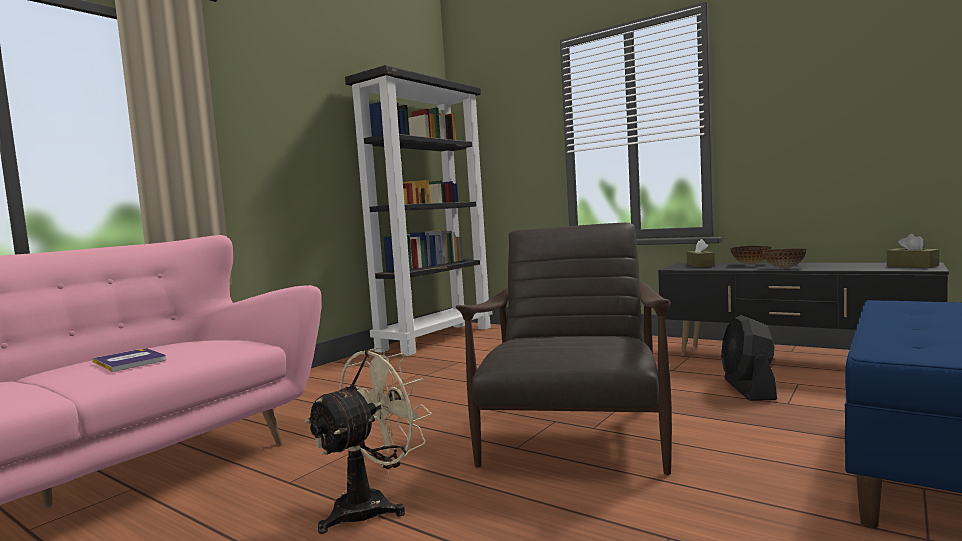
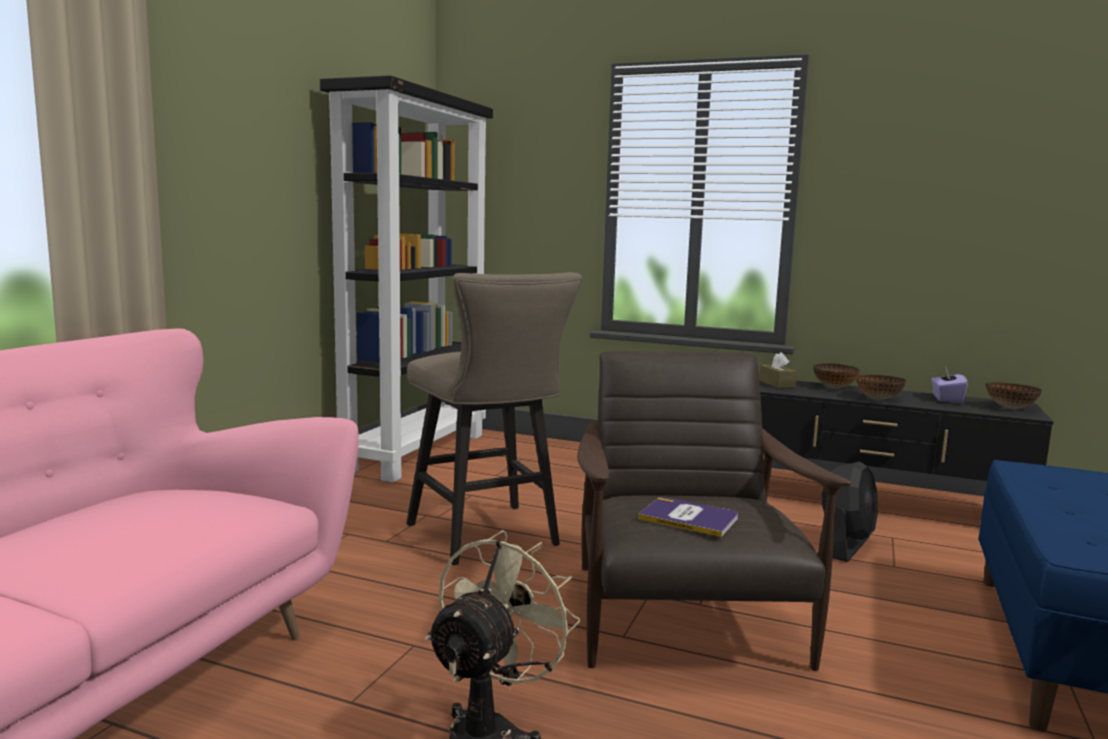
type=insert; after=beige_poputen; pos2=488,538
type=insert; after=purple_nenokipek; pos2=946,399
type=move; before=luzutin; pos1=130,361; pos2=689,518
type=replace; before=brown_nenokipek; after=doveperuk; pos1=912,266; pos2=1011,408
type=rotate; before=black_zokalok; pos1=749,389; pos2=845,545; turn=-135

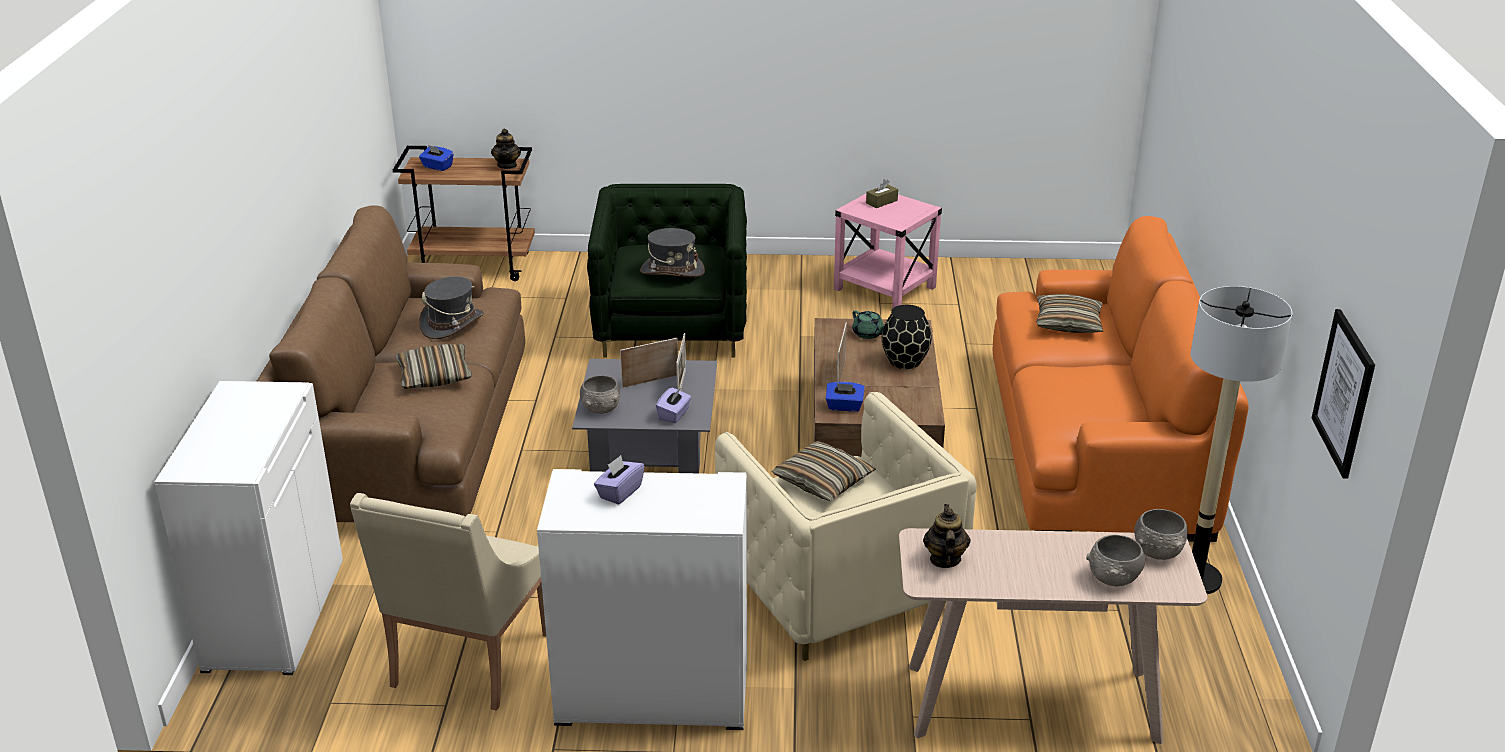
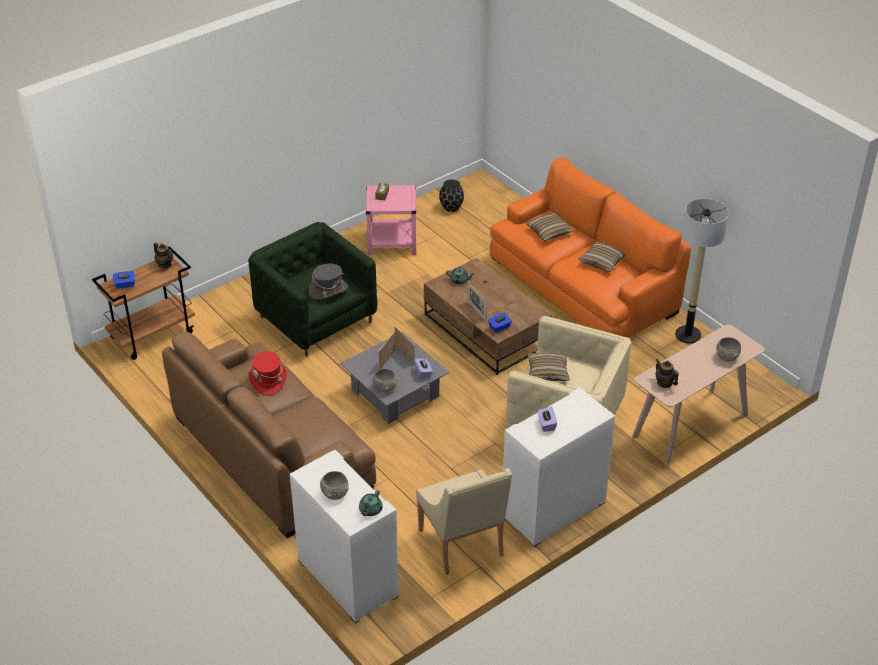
type=delete; before=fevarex; pos1=1344,393
type=insert; after=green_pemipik; pos2=370,510
type=move; before=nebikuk; pos1=434,376; pos2=602,261
type=move; before=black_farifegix; pos1=905,361; pos2=451,207
type=move; before=grey_doveperuk; pos1=1158,551; pos2=335,493
type=recolor; before=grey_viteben; after=red_viteben; pos1=452,324; pos2=268,380

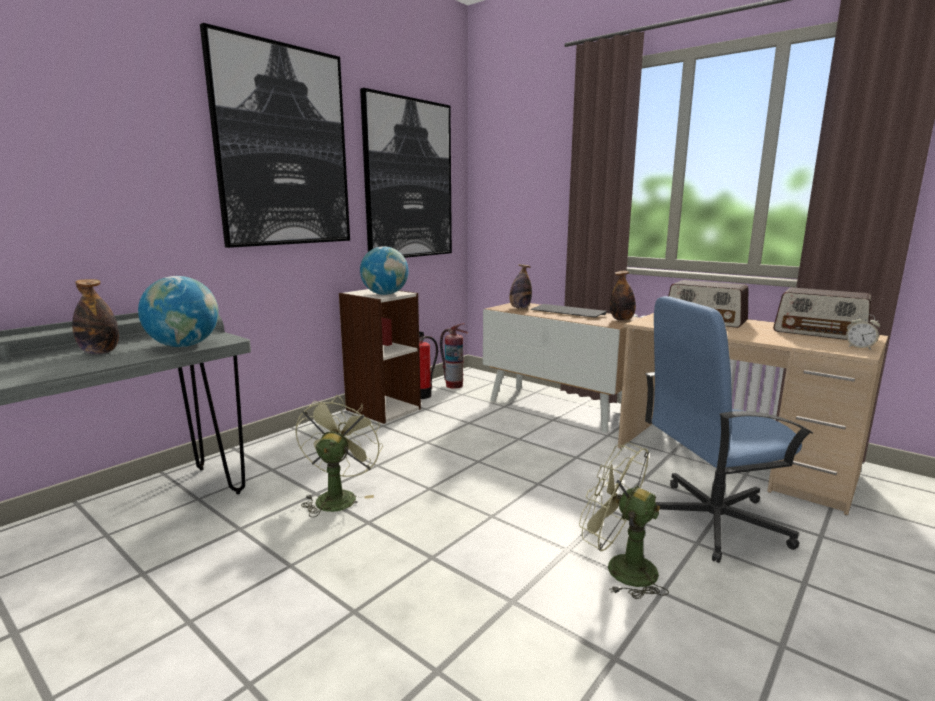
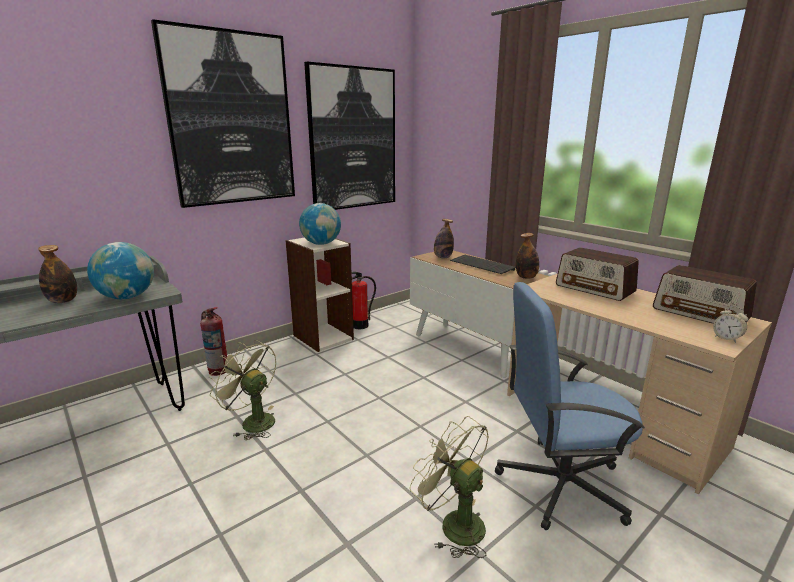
type=move; before=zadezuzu; pos1=454,385; pos2=218,370
type=rotate; before=green_zokalok; pos1=338,496; pos2=252,421; turn=-75

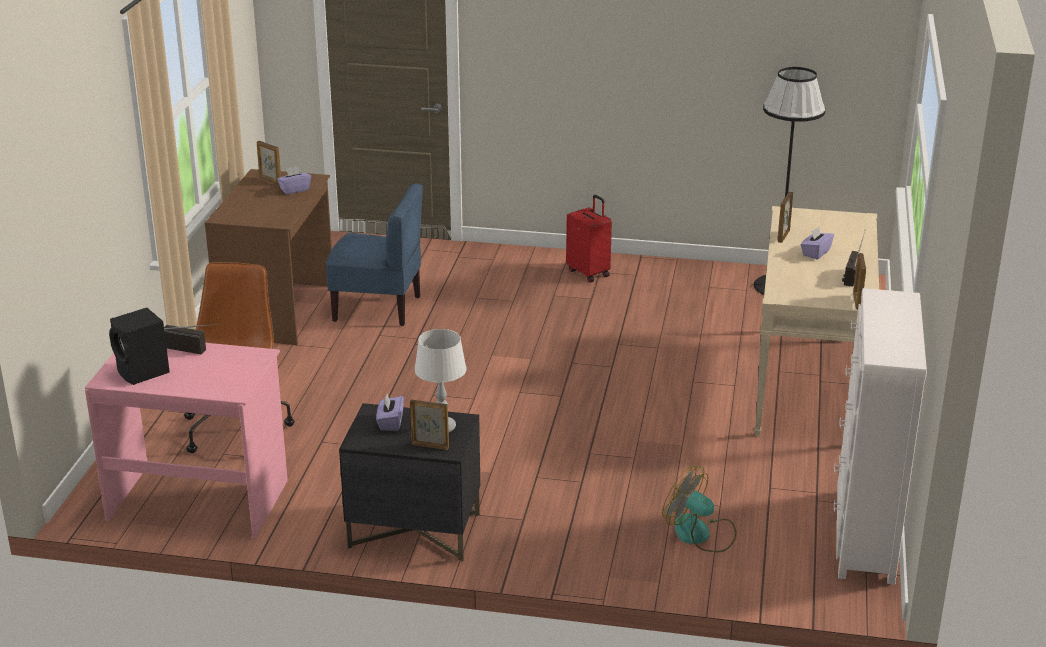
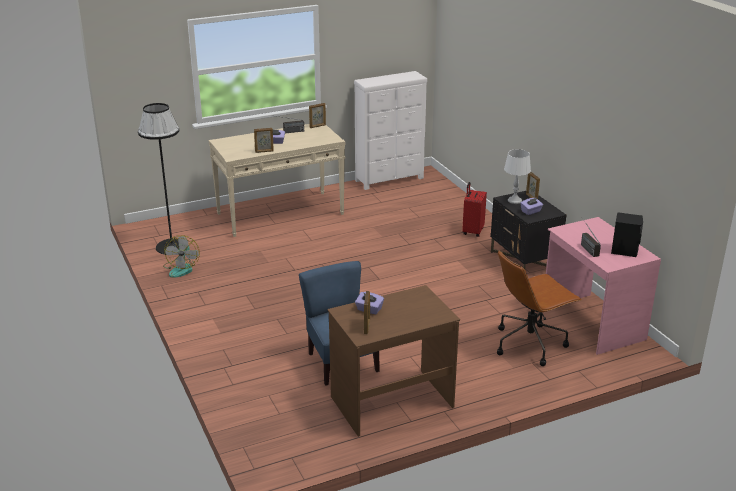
type=move; before=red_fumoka; pos1=589,273; pos2=472,231
type=move; before=zokalok; pos1=700,534; pos2=182,268

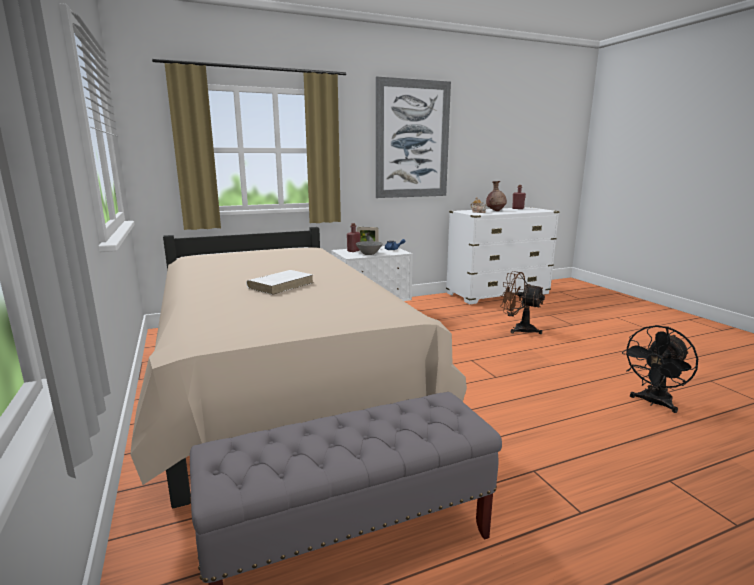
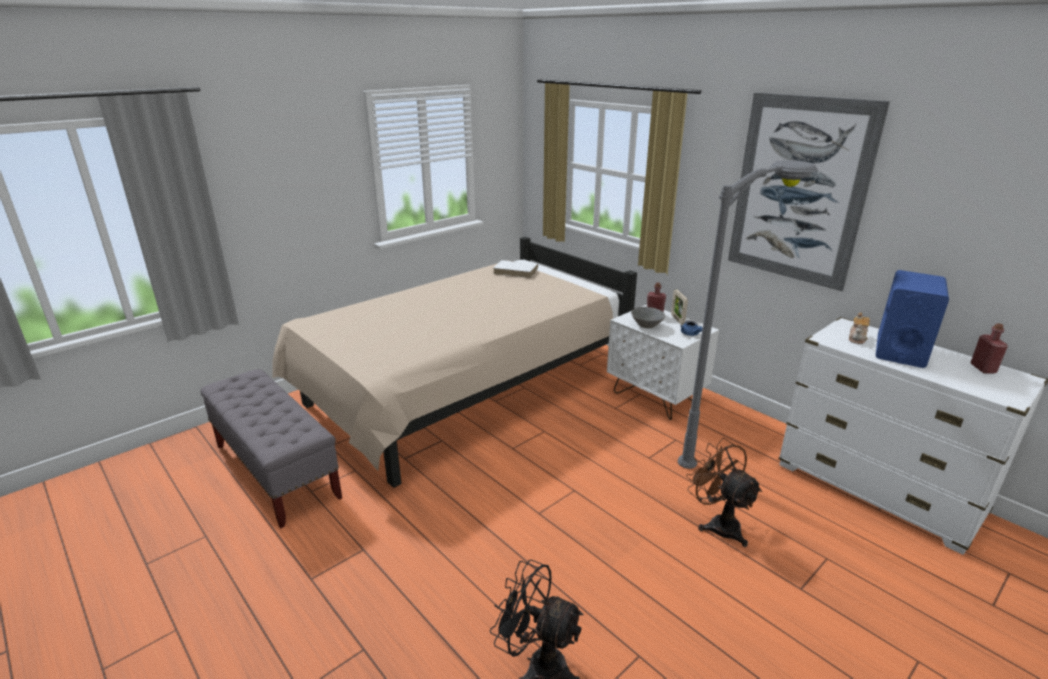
type=insert; after=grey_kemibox; pos2=727,443
type=move; before=white_luzutin; pos1=281,285; pos2=516,271
type=replace; before=brown_farifegix; after=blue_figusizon; pos1=495,211; pos2=900,351
type=rotate; before=brown_zokalok; pos1=518,329; pos2=718,524; turn=-45

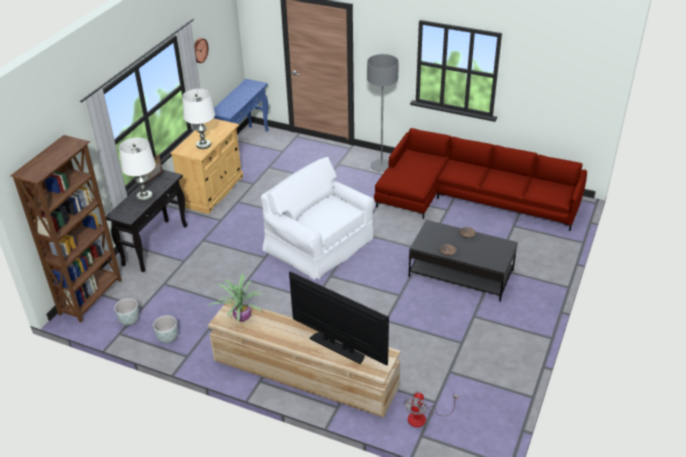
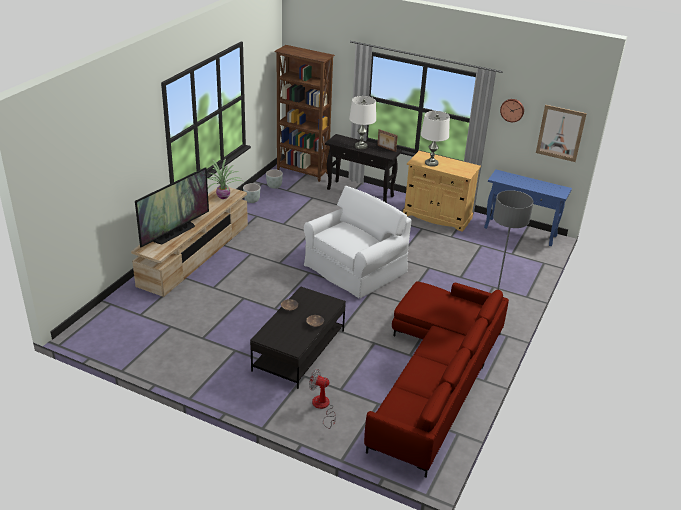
type=insert; after=fevarex; pos2=560,133
type=move; before=zokalok; pos1=423,417; pos2=322,407

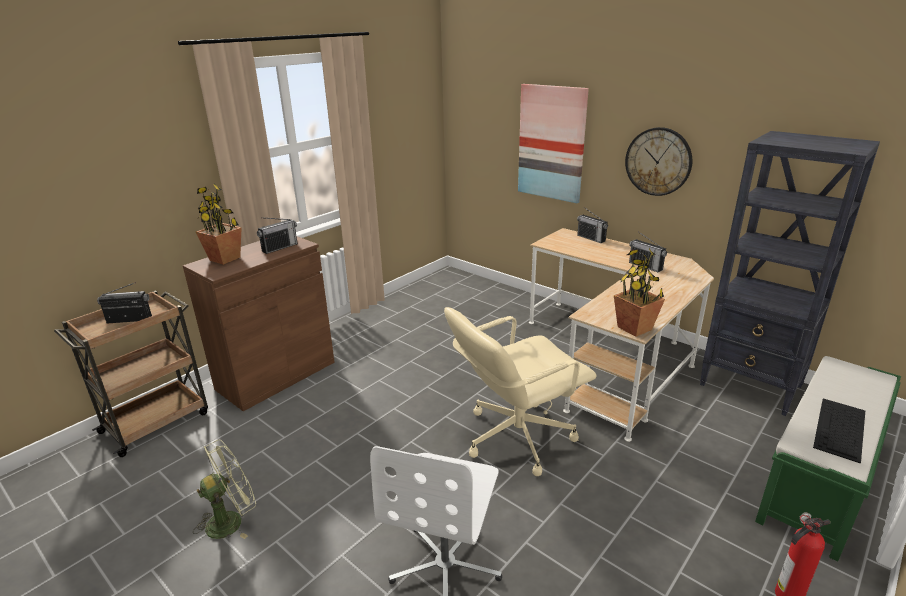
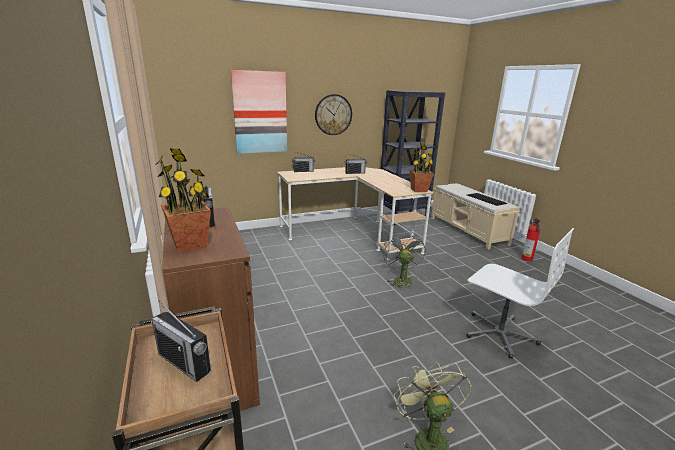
type=replace; before=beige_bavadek; after=grey_zokalok; pos1=516,436; pos2=401,279
type=recolor; before=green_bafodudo; after=beige_bafodudo; pos1=819,480; pos2=468,231
type=rotate; before=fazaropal; pos1=129,320; pos2=184,363; turn=-75

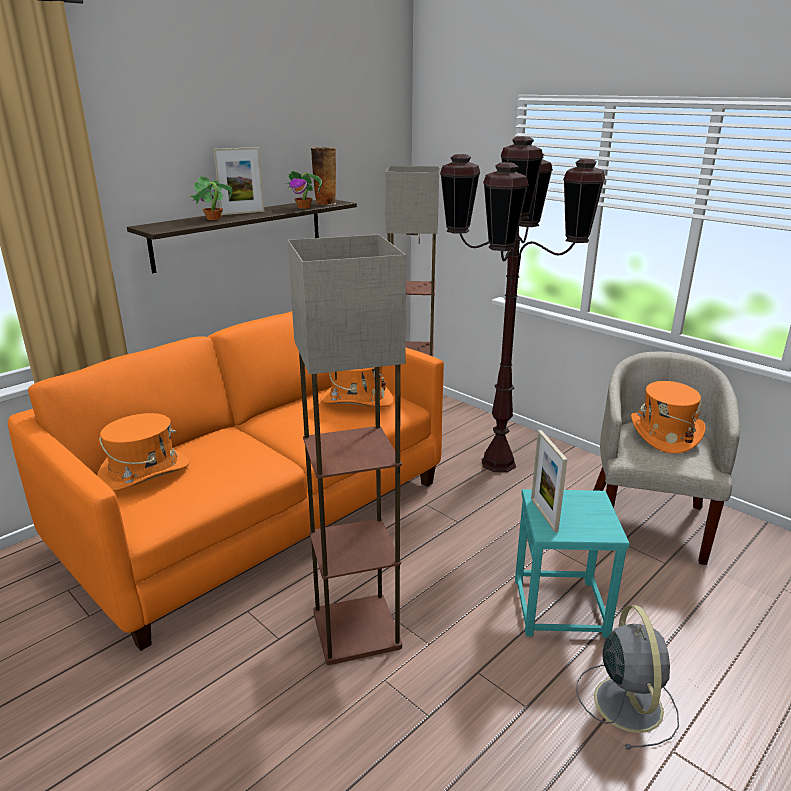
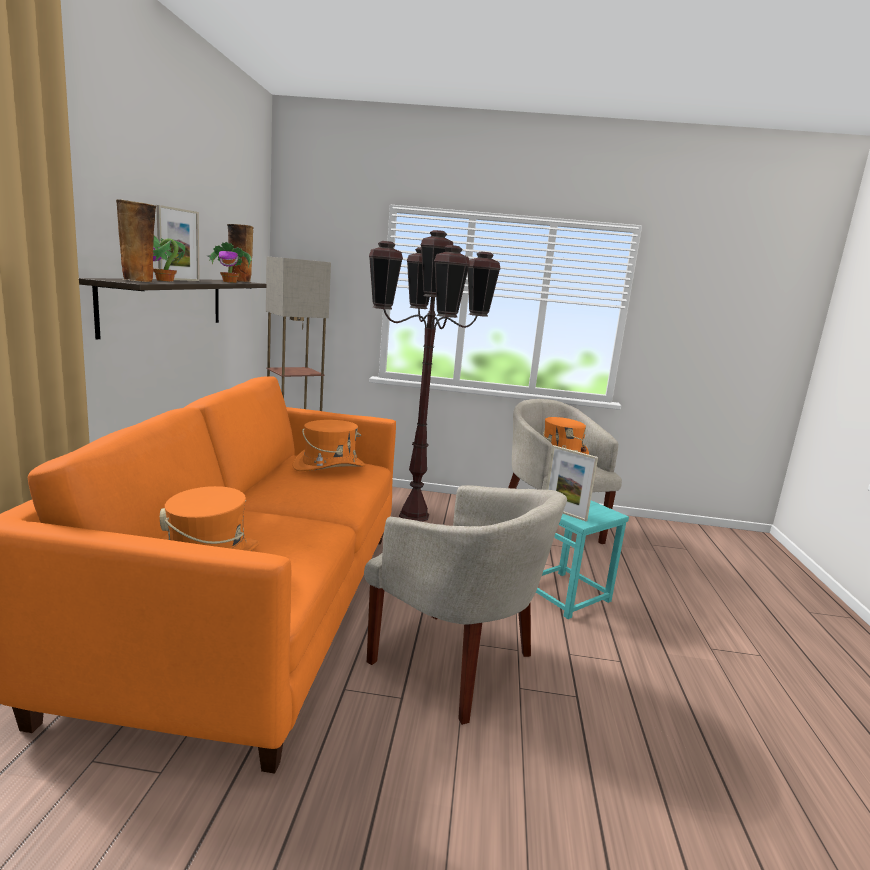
type=delete; before=grey_zokalok; pos1=627,701
type=insert; after=farifegix; pos2=139,281
type=replace; before=kemibox; after=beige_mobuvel; pos1=355,631; pos2=456,664

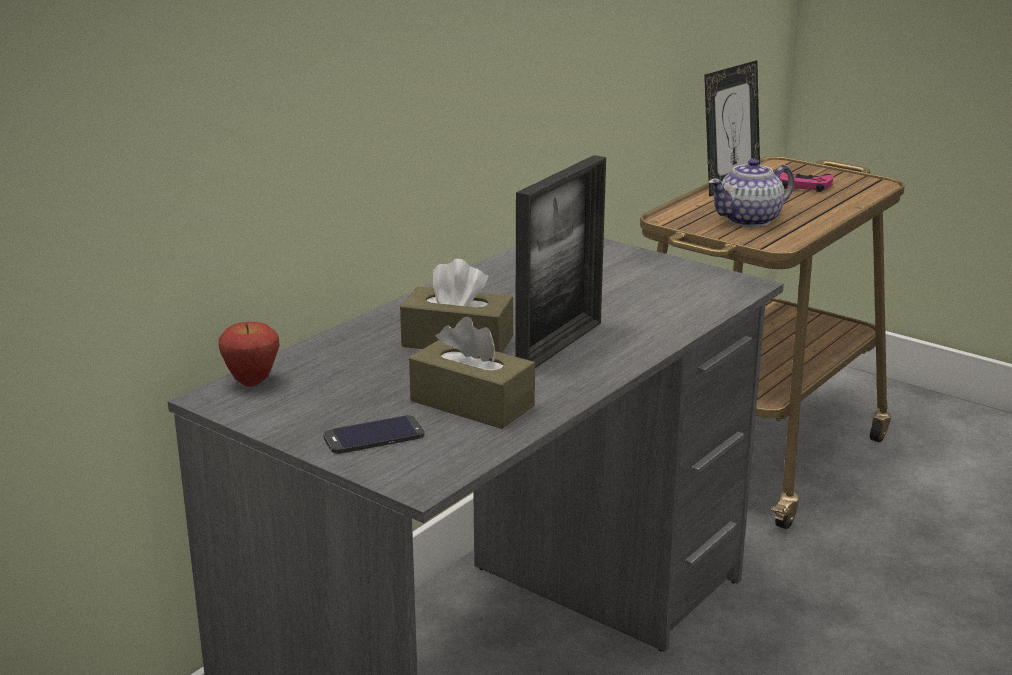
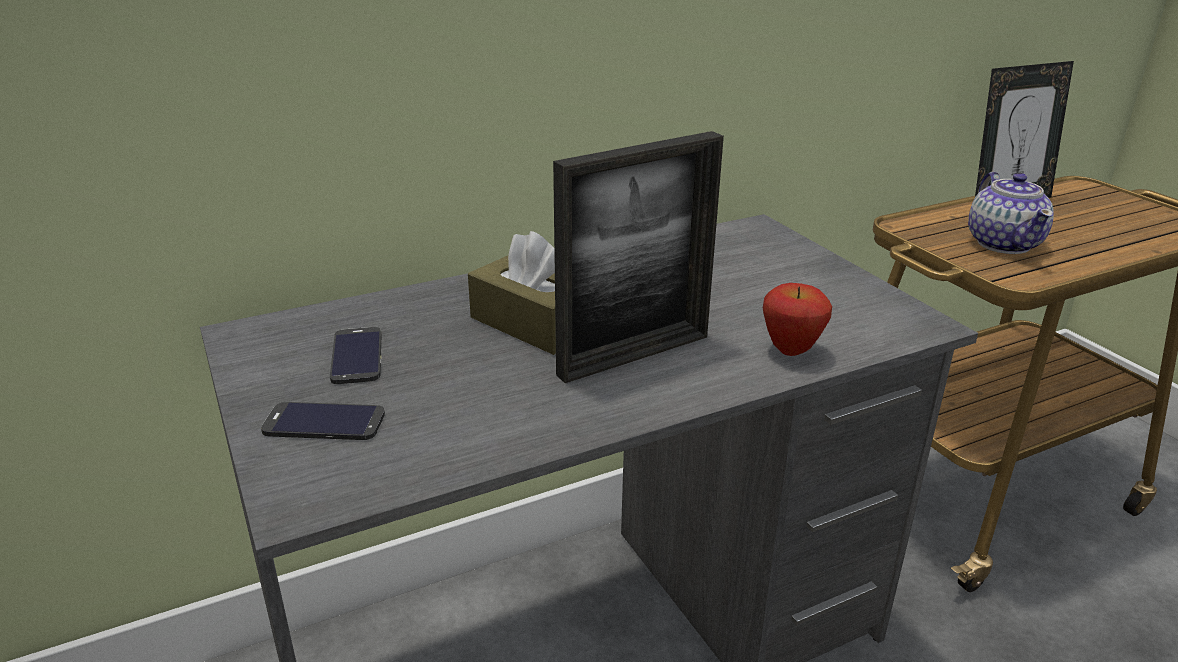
type=delete; before=brown_nenokipek; pos1=472,403
type=delete; before=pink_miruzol; pos1=803,186
type=insert; after=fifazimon; pos2=357,356
type=move; before=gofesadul; pos1=252,382; pos2=791,351
type=rotate; before=pemipik; pos1=750,220; pos2=1003,243; turn=-90

